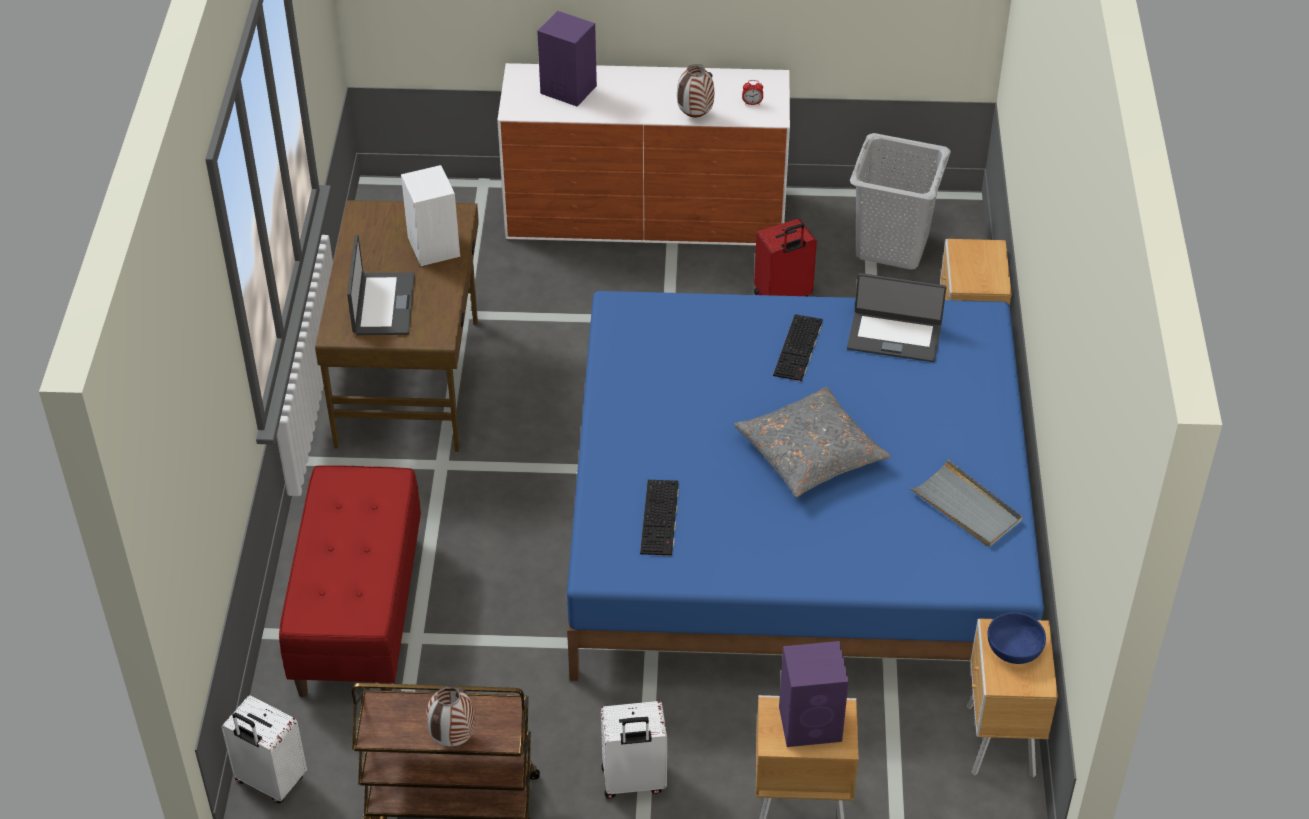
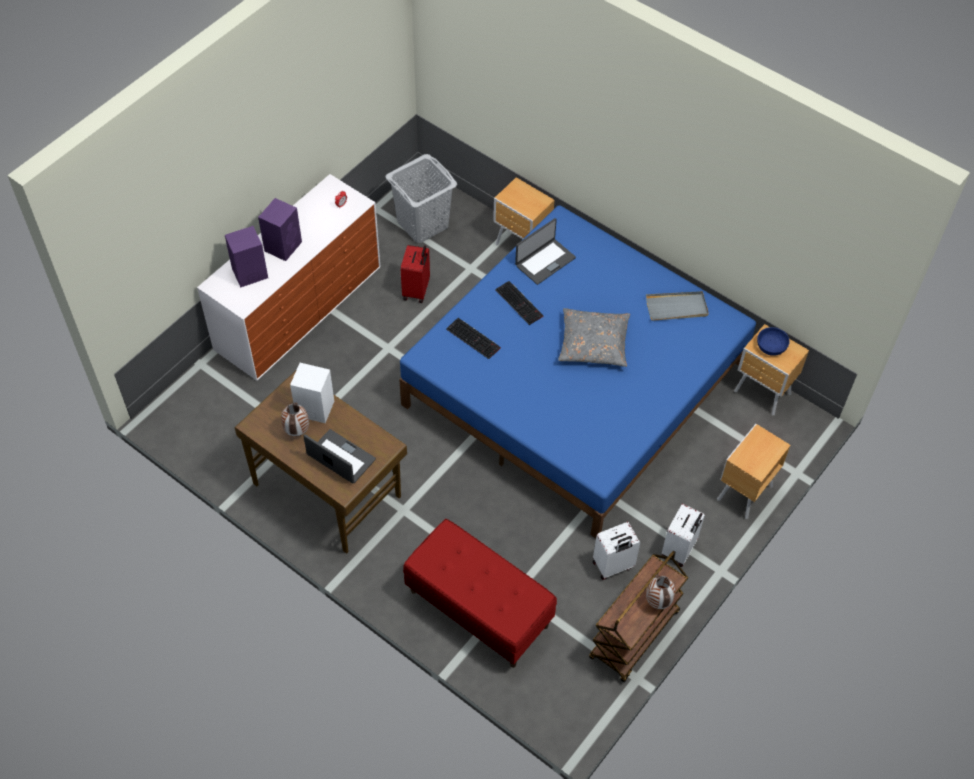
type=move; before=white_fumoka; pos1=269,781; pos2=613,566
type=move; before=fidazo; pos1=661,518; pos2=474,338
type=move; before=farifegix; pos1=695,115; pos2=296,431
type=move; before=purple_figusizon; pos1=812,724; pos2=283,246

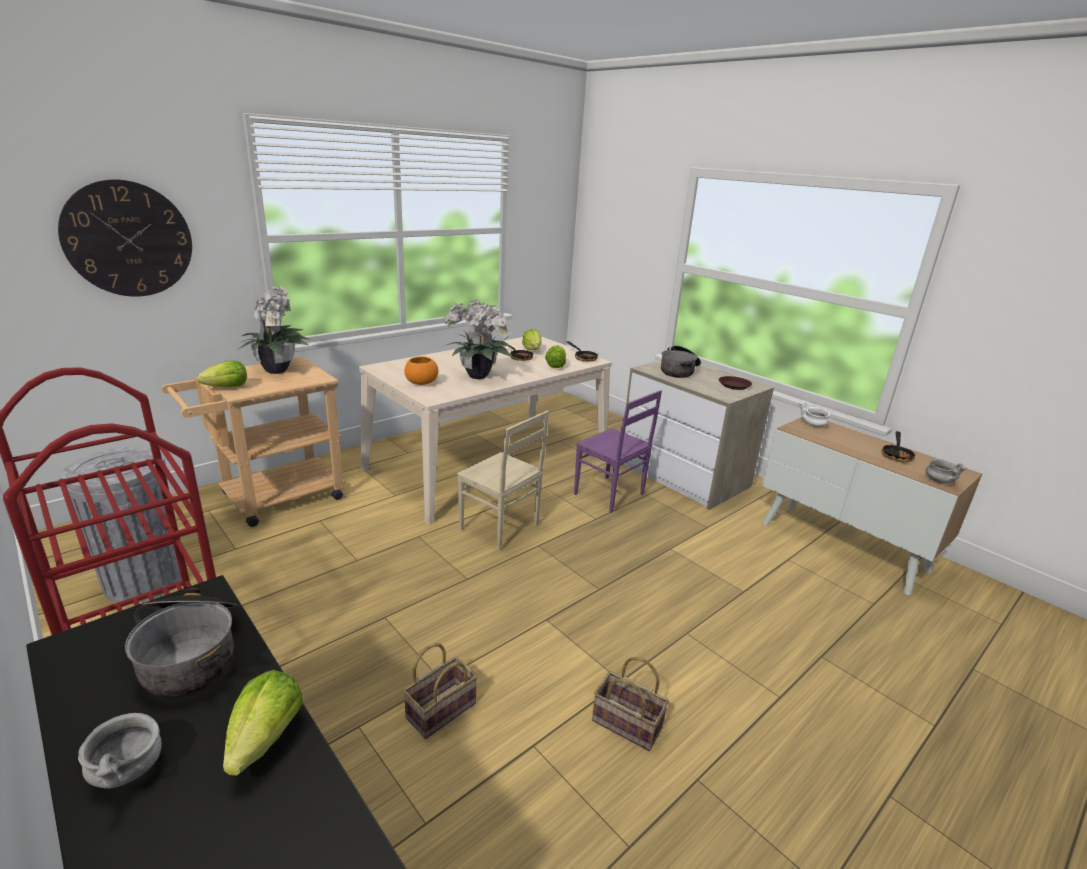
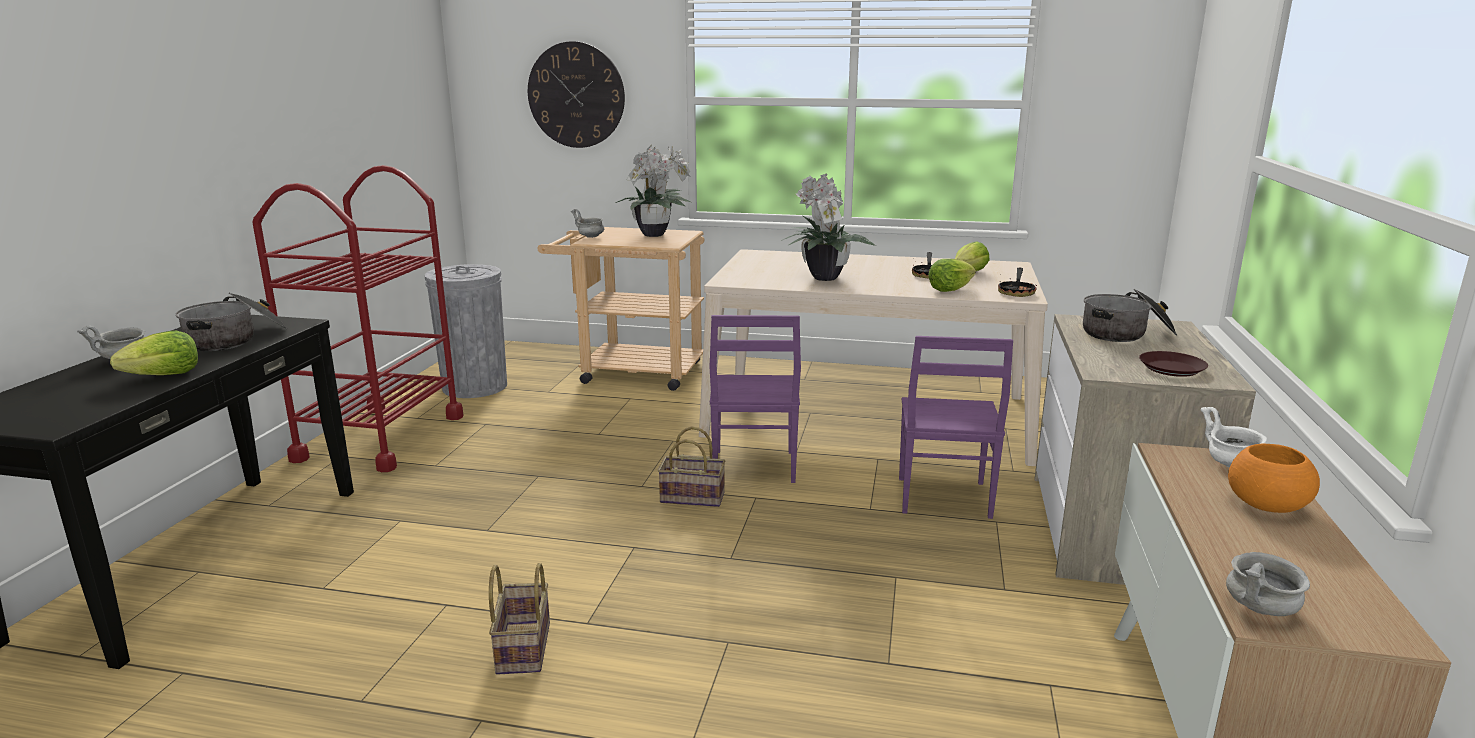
type=delete; before=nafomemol; pos1=896,455
type=move; before=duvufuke; pos1=441,708; pos2=694,497
type=move; before=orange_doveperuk; pos1=421,383; pos2=1265,504
type=replace; before=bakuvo; after=grey_doveperuk; pos1=227,387; pos2=590,237
type=recolor; before=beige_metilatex; after=purple_metilatex; pos1=499,528; pos2=752,467

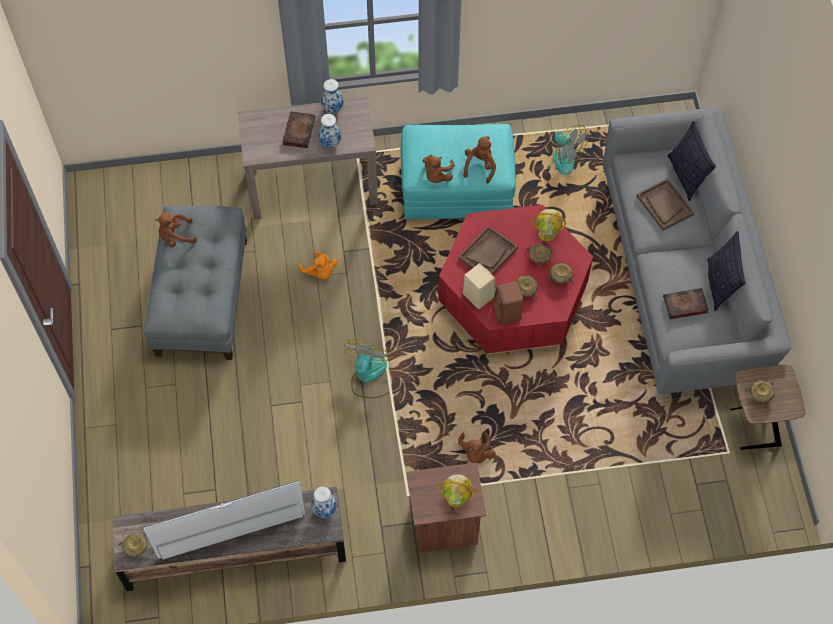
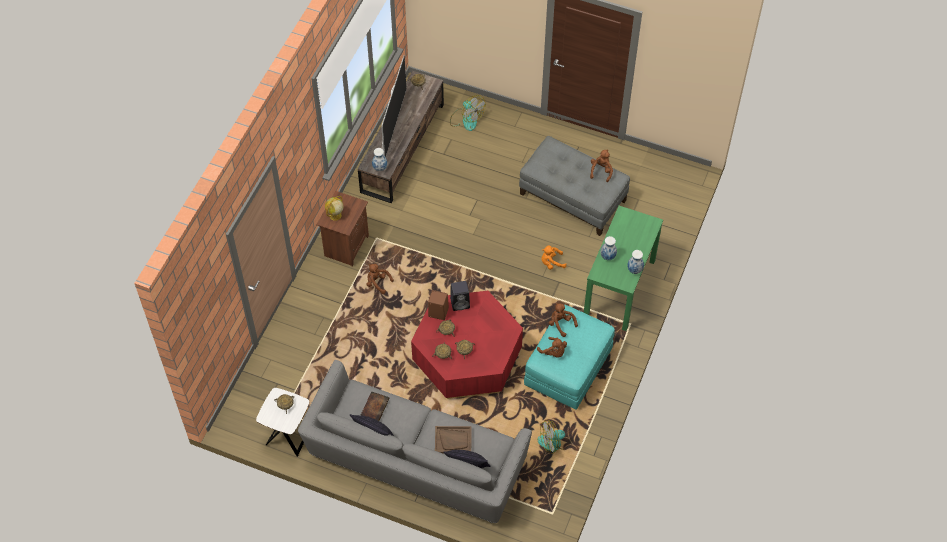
type=delete; before=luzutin; pos1=299,130
type=delete; before=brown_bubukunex; pos1=488,253
type=delete; before=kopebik; pos1=547,234
type=move; before=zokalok; pos1=368,376; pos2=466,119
type=recolor; before=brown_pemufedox; after=green_pemufedox; pos1=313,186; pos2=619,288
type=recolor; before=beige_figusizon; after=black_figusizon; pos1=477,295; pos2=460,303
type=recolor; before=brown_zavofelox; after=white_zavofelox; pos1=753,427; pos2=288,437

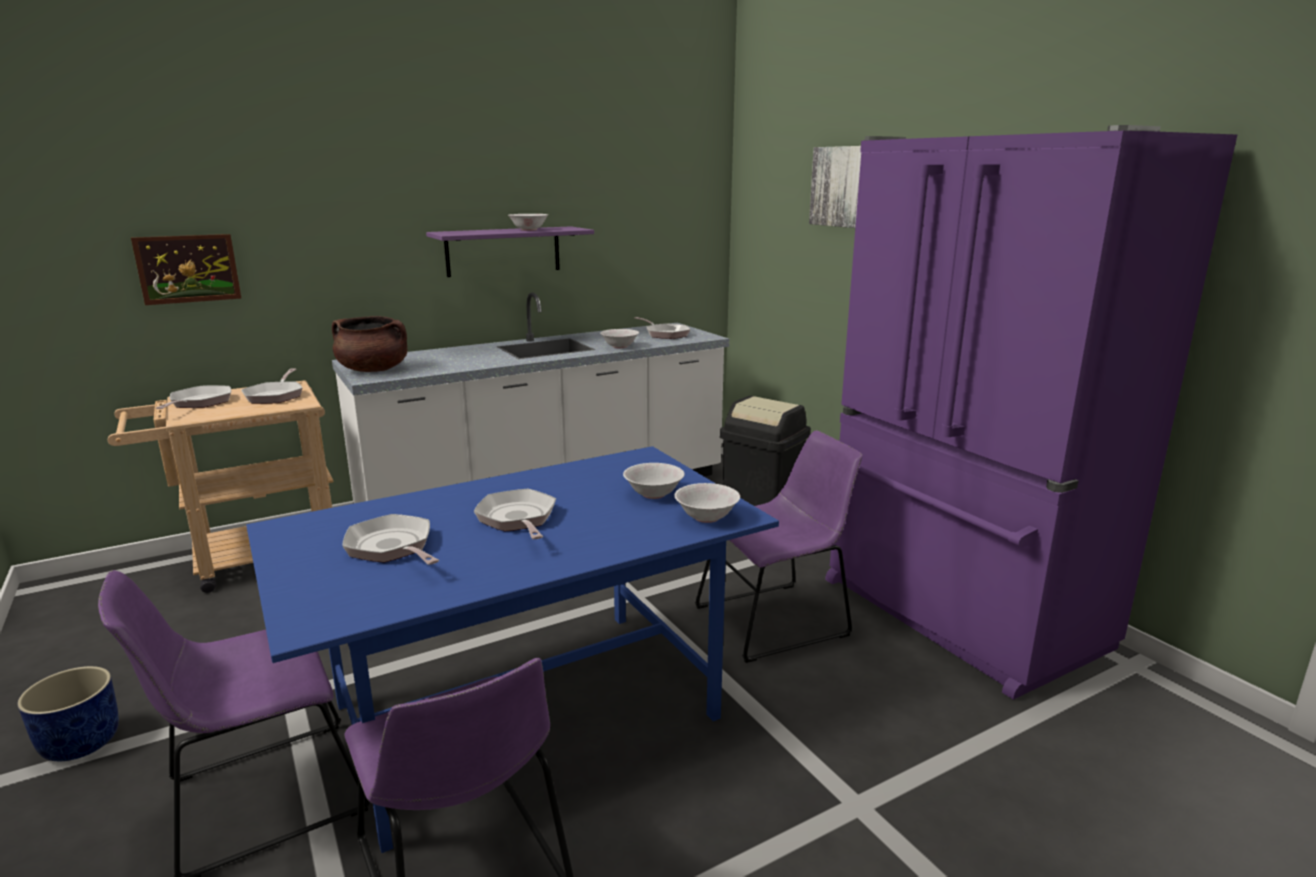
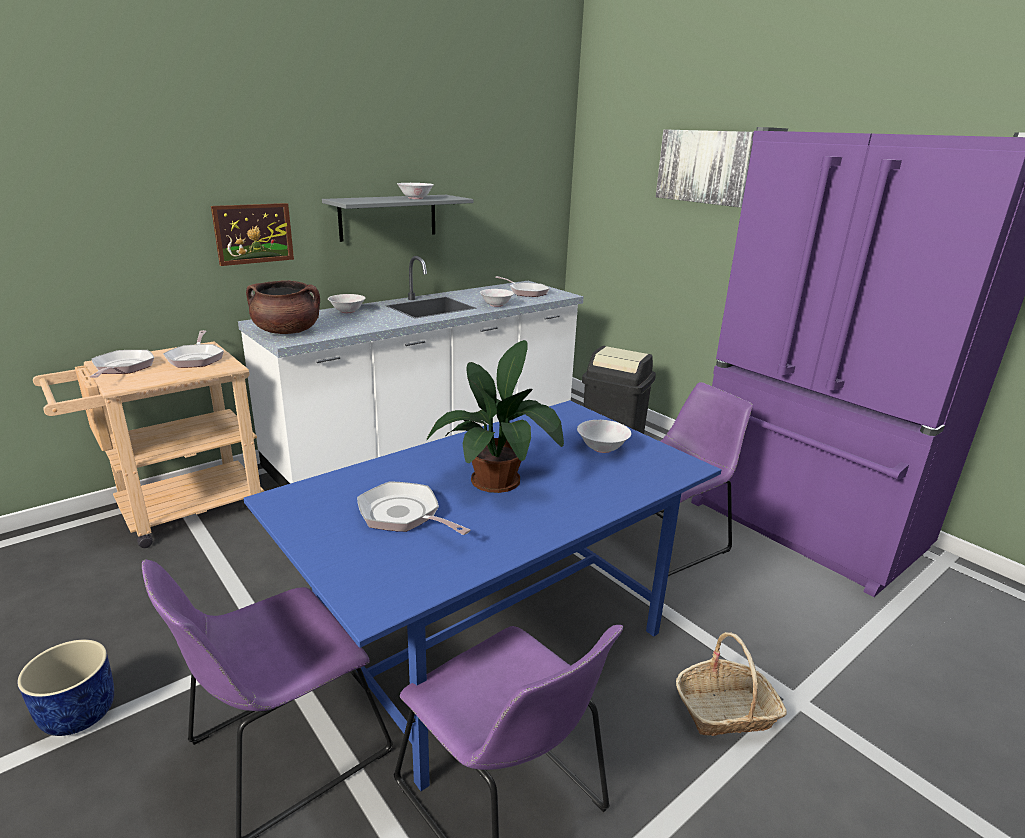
type=insert; after=duvufuke; pos2=726,711
type=move; before=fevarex; pos1=188,269; pos2=253,233
type=move; before=white_doveperuk; pos1=706,517; pos2=347,311
type=replace; before=nafomemol; after=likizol; pos1=518,519; pos2=500,479
type=recolor; before=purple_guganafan; after=grey_guganafan; pos1=503,251; pos2=388,217

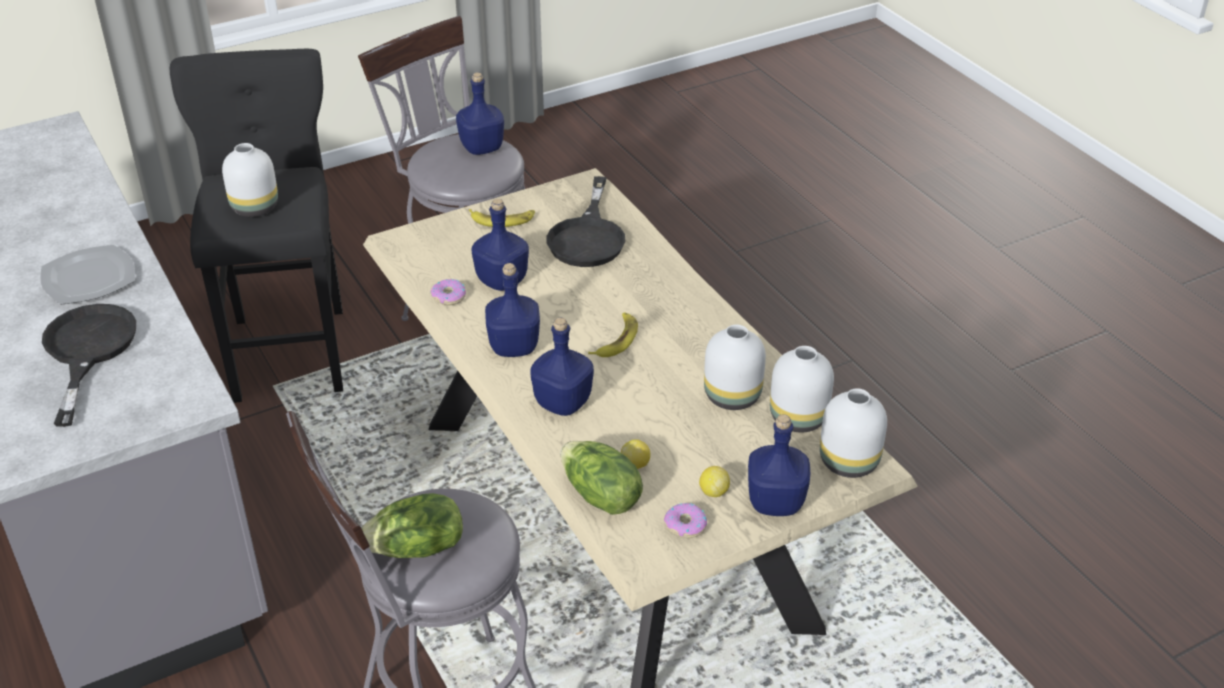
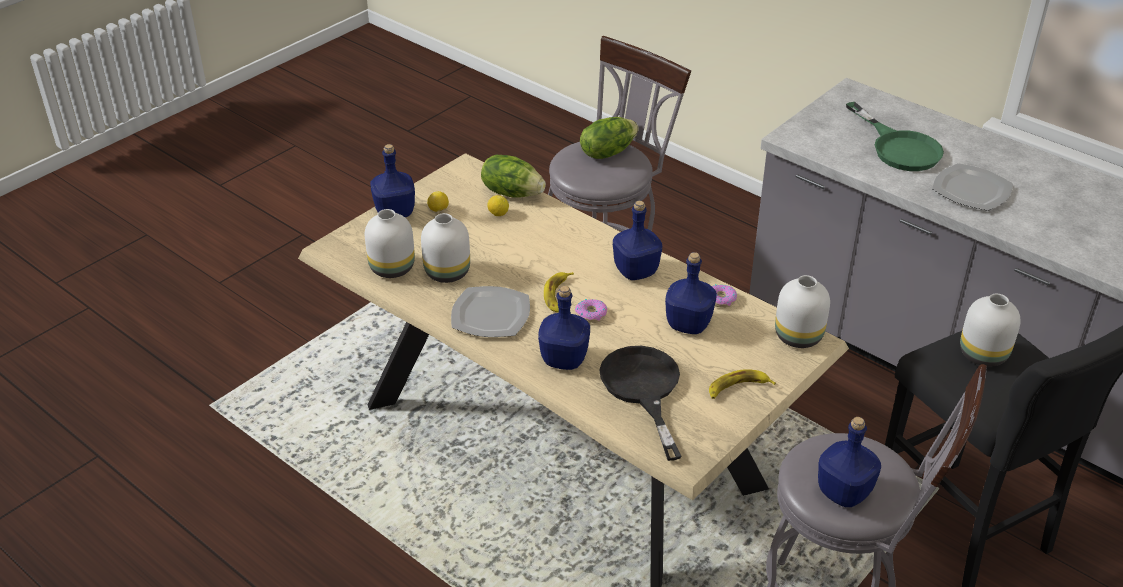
type=insert; after=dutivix; pos2=491,314
type=move; before=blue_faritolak; pos1=561,402; pos2=565,359
type=move; before=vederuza; pos1=685,525; pos2=591,314
type=move; before=white_farifegix; pos1=848,463; pos2=798,335
type=recolor; before=black_nafomemol; after=green_nafomemol; pos1=87,351; pos2=899,147

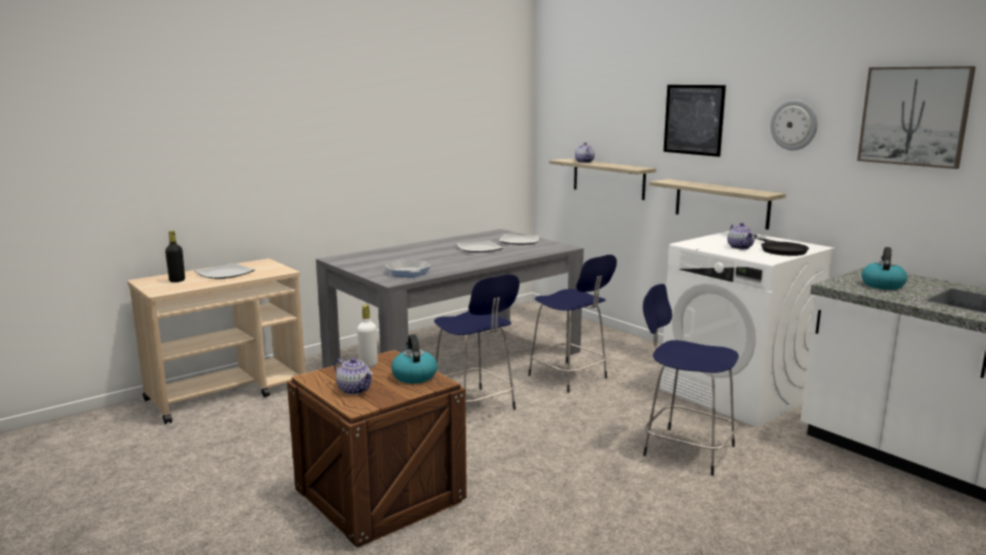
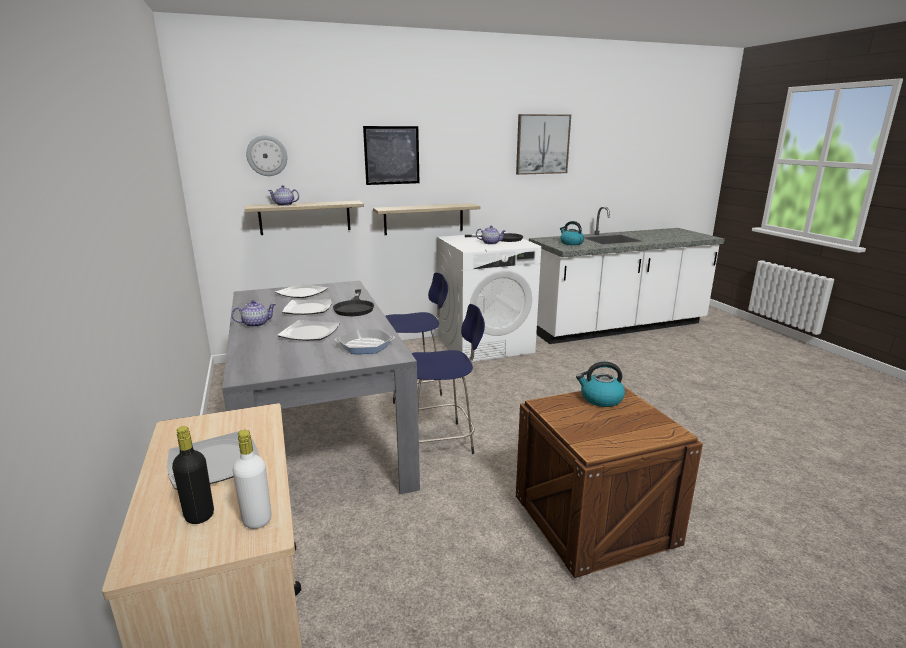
type=delete; before=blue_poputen; pos1=685,449
type=insert; after=dutivix; pos2=309,333
type=insert; after=black_nafomemol; pos2=354,307
type=move; before=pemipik; pos1=355,389; pos2=256,324
type=move; before=white_faritolak; pos1=368,365; pos2=257,520
type=move; before=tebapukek; pos1=794,125; pos2=267,156

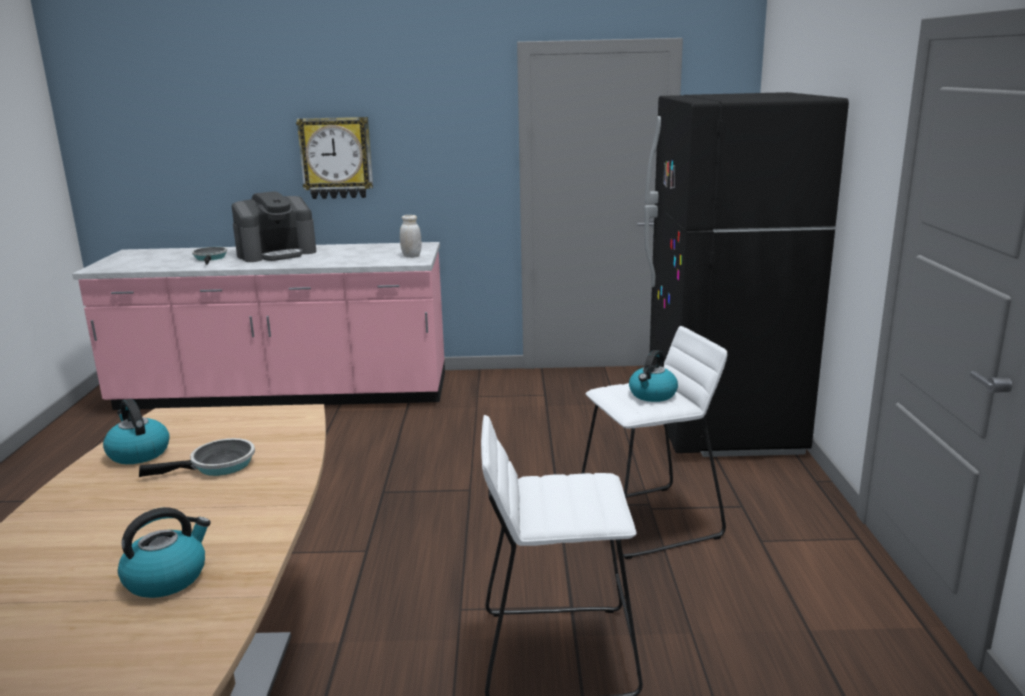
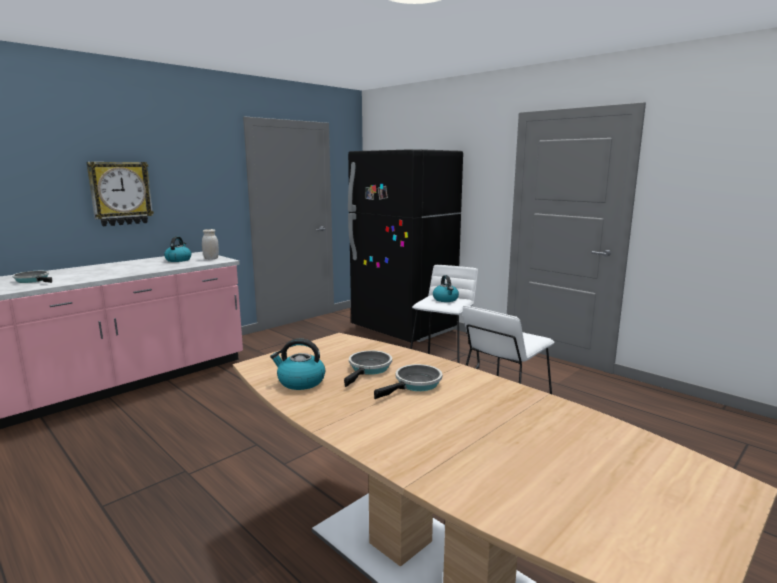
type=delete; before=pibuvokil; pos1=277,253
type=insert; after=nafomemol; pos2=415,384
type=move; before=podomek; pos1=167,577; pos2=178,260

